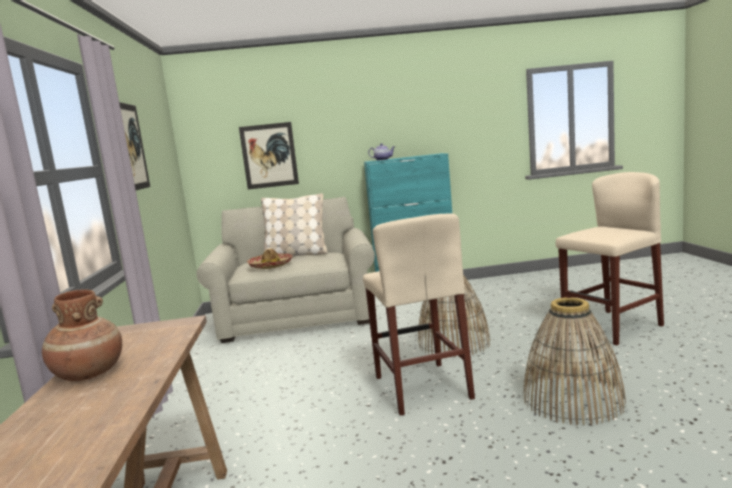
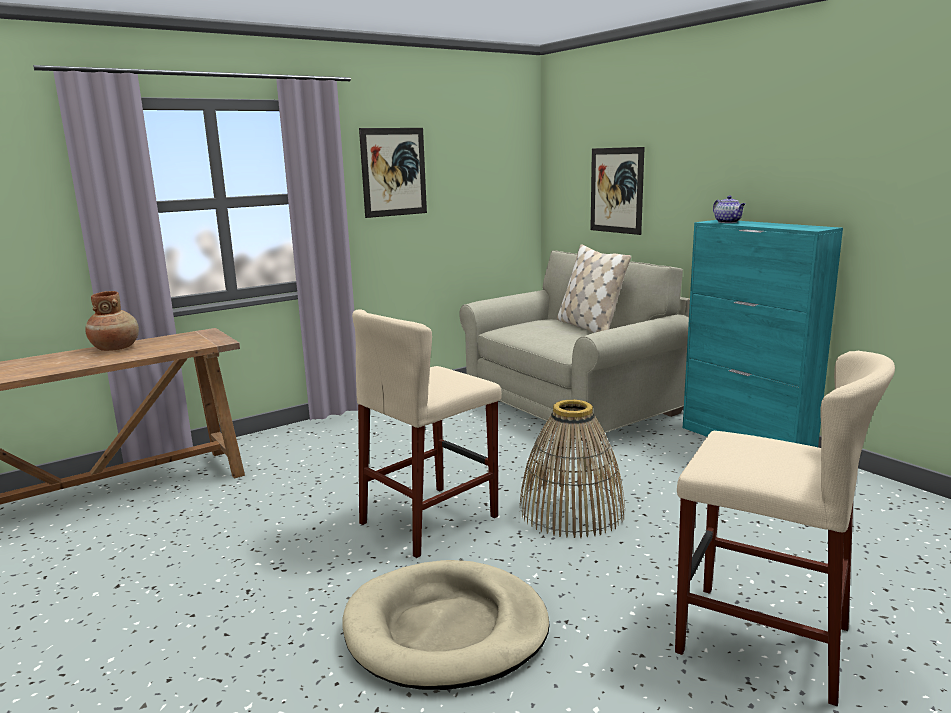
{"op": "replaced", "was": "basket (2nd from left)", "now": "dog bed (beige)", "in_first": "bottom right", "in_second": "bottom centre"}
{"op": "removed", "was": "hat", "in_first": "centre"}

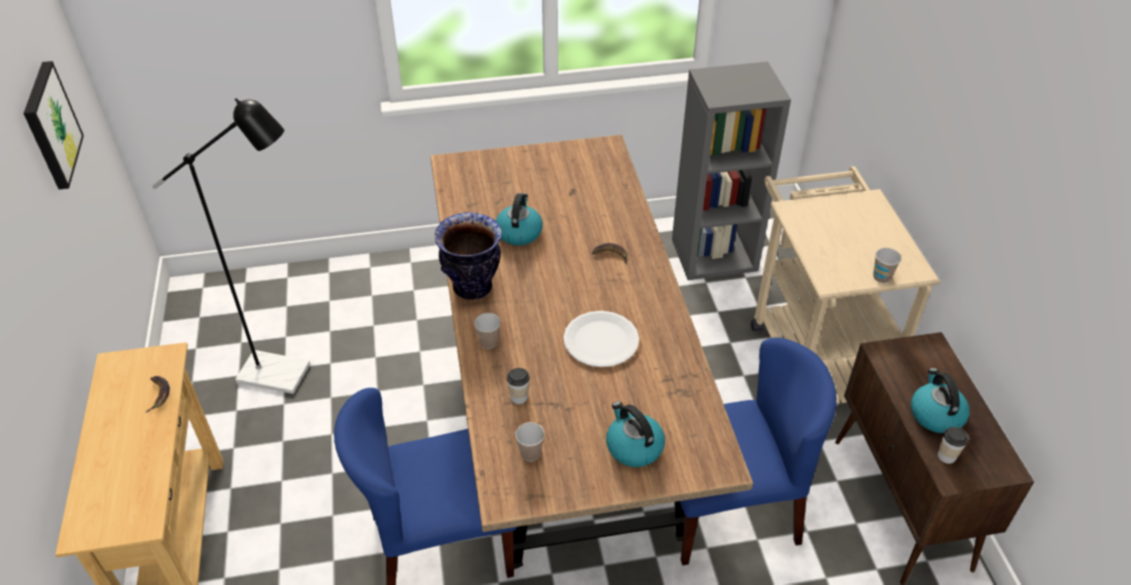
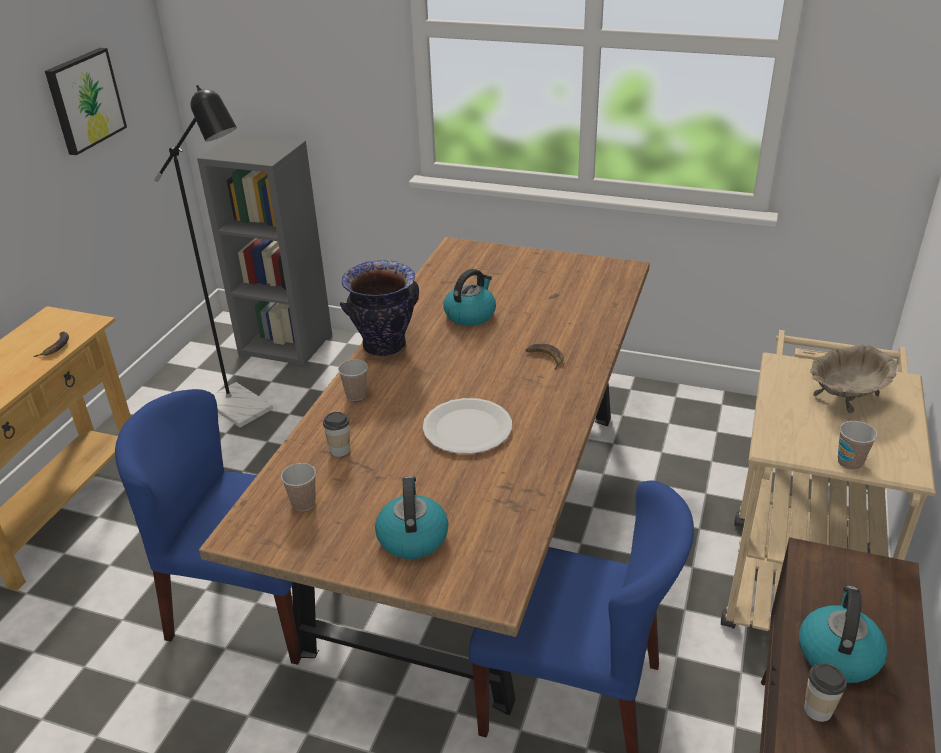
{"op": "moved", "was": "bookcase (grey)", "in_first": "top centre", "in_second": "top left"}
{"op": "added", "now": "bowl (beige)", "in_second": "middle right"}

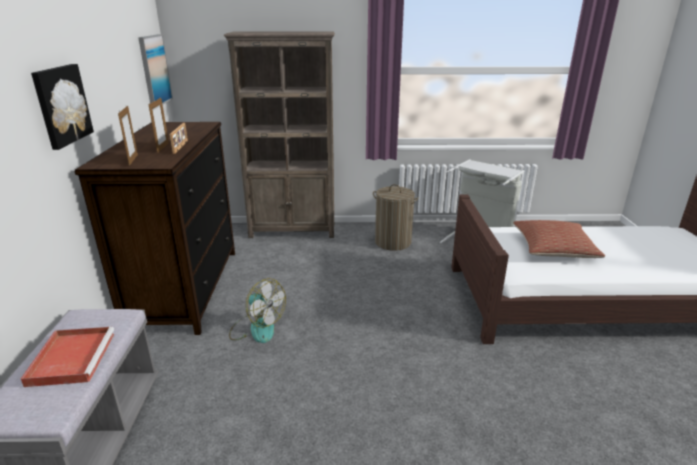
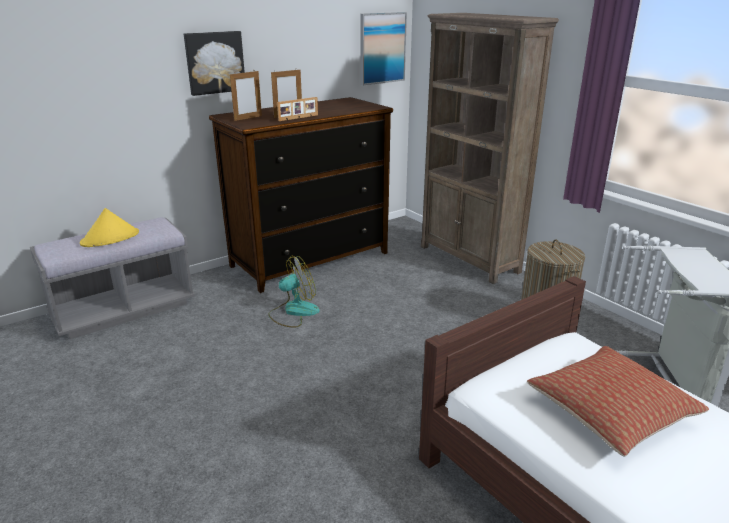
{"op": "replaced", "was": "tray (red)", "now": "hat (yellow)", "in_first": "bottom left", "in_second": "middle left"}
{"op": "turned", "was": "fan", "in_first": "bottom centre", "in_second": "centre", "clockwise": -120}

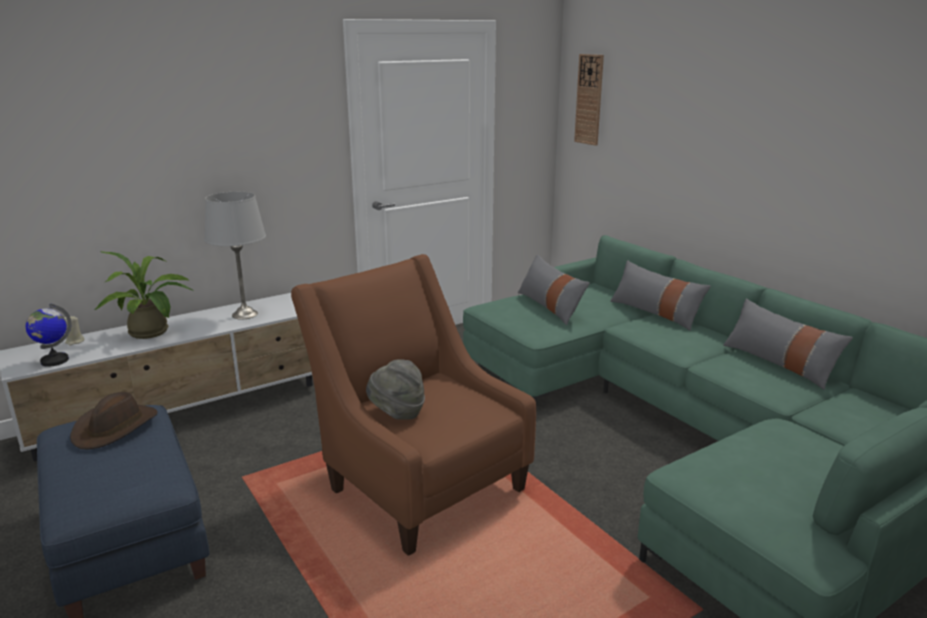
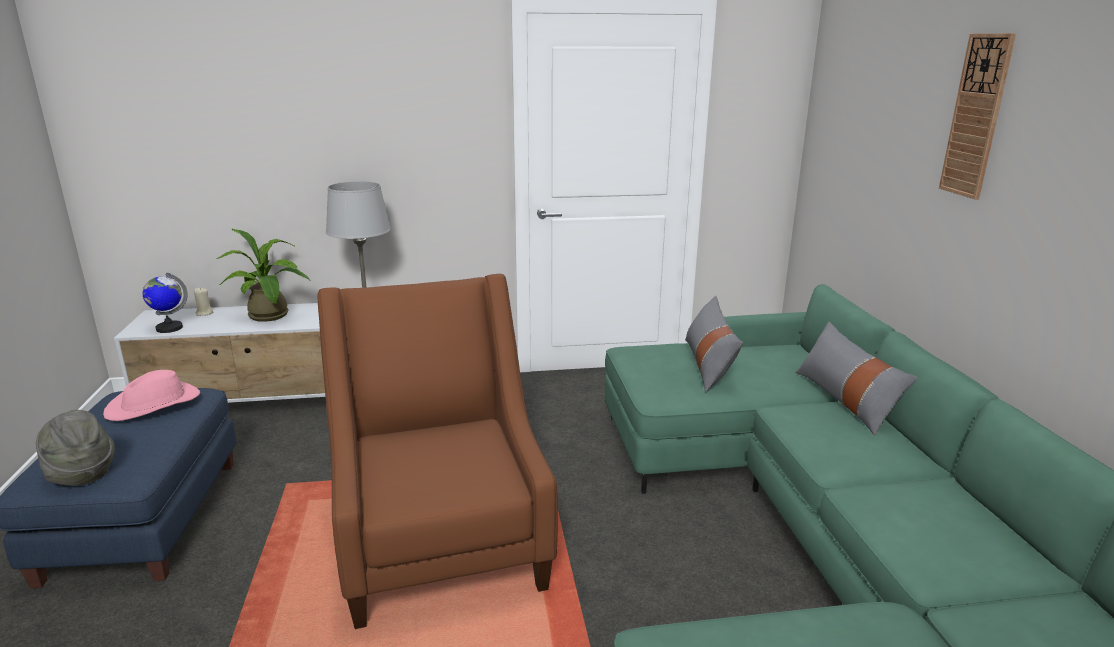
{"op": "moved", "was": "hat (grey)", "in_first": "centre", "in_second": "bottom left"}
{"op": "recoloured", "was": "hat (brown)", "now": "hat (pink)", "in_first": "bottom left", "in_second": "middle left"}
{"op": "moved", "was": "wall clock", "in_first": "top centre", "in_second": "top right"}
{"op": "removed", "was": "pillow (grey) (3rd from left)", "in_first": "middle right"}

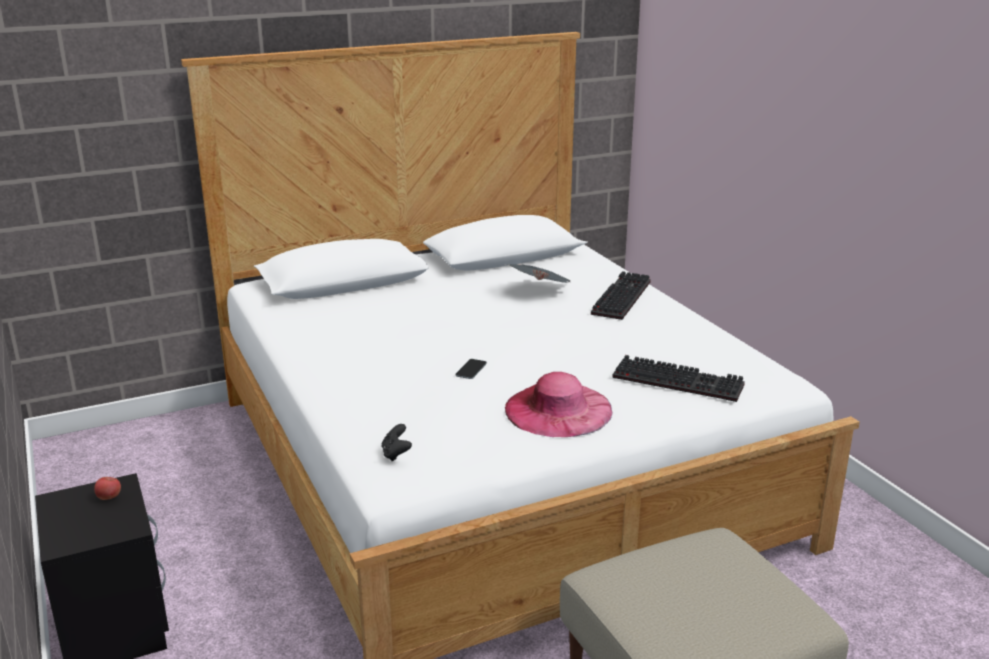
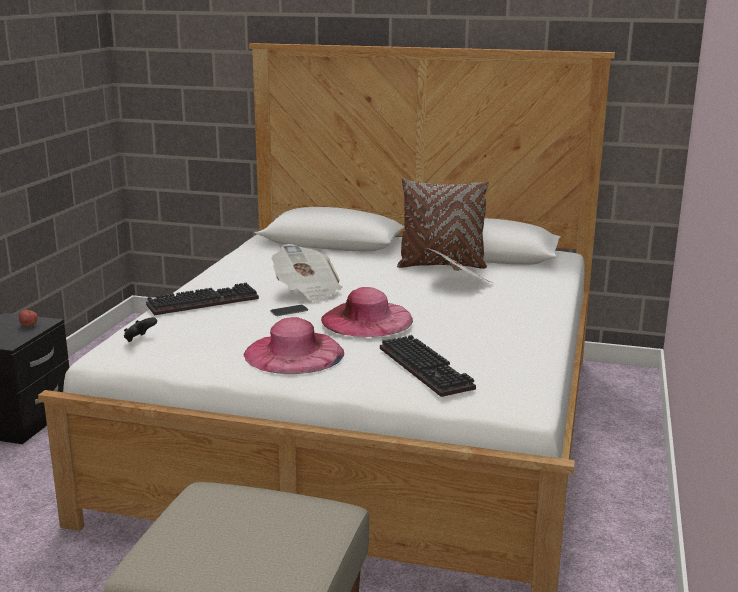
{"op": "moved", "was": "keyboard (1st from left)", "in_first": "centre", "in_second": "middle left"}
{"op": "added", "now": "newspaper (1st from left)", "in_second": "centre"}
{"op": "added", "now": "hat (pink) (2nd from left)", "in_second": "centre"}
{"op": "added", "now": "pillow (brown)", "in_second": "centre"}

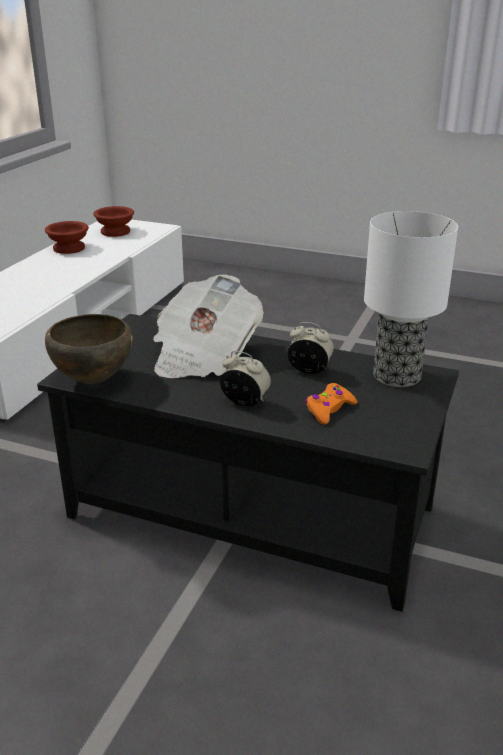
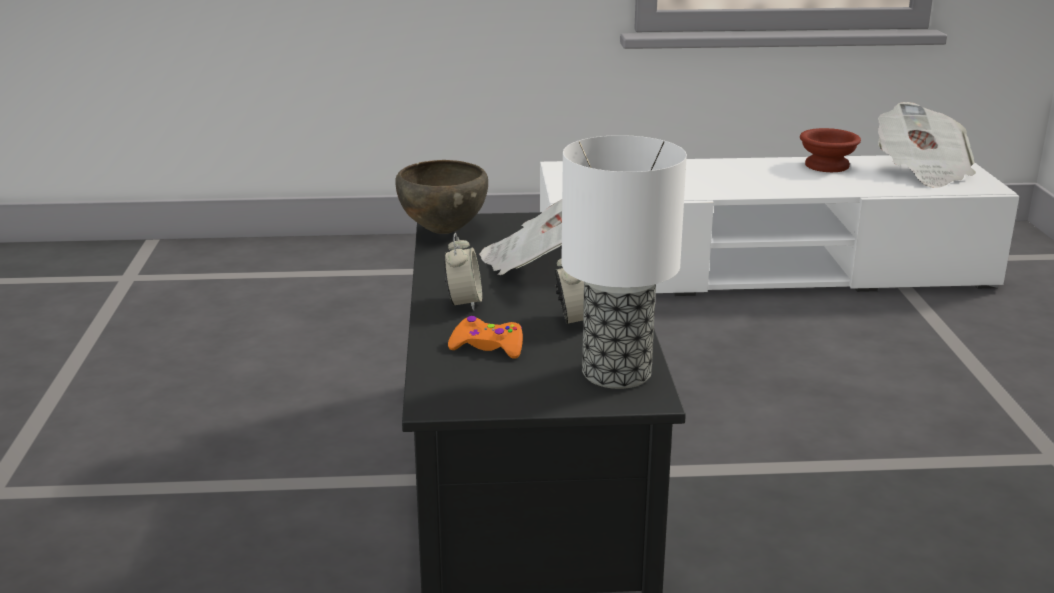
{"op": "replaced", "was": "bowl (brown) (3rd from left)", "now": "newspaper (2nd from left)", "in_first": "top left", "in_second": "top right"}

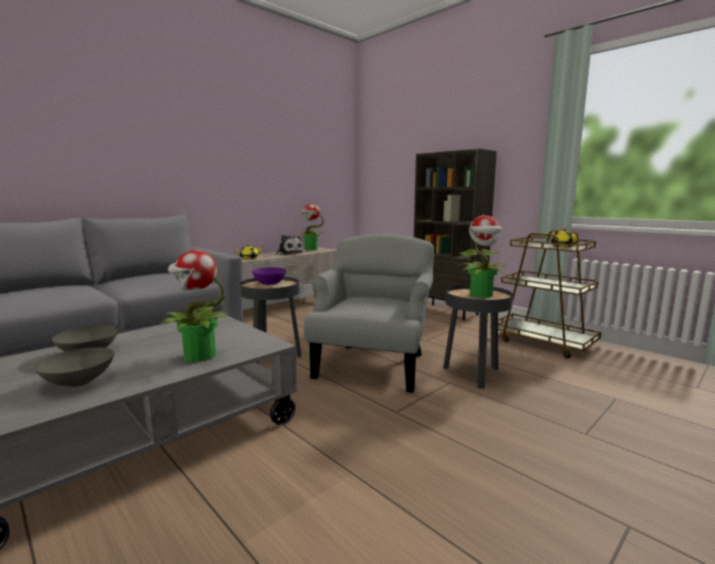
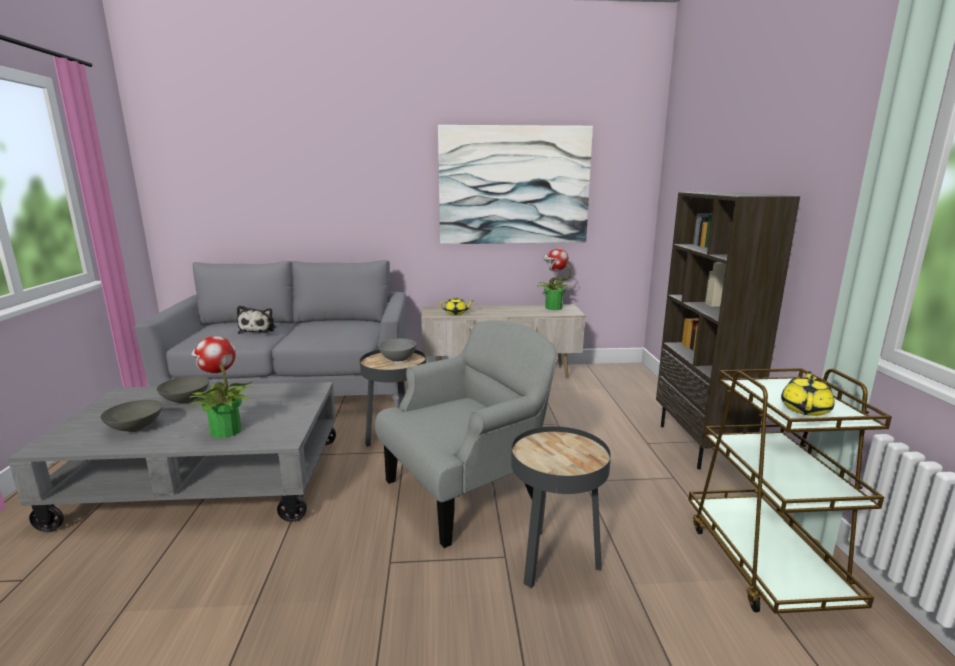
{"op": "moved", "was": "plush toy", "in_first": "centre", "in_second": "middle left"}
{"op": "recoloured", "was": "bowl (purple)", "now": "bowl (grey) (3rd from left)", "in_first": "centre", "in_second": "centre"}
{"op": "added", "now": "picture", "in_second": "top centre"}
{"op": "removed", "was": "potted plant (3rd from left)", "in_first": "middle right"}

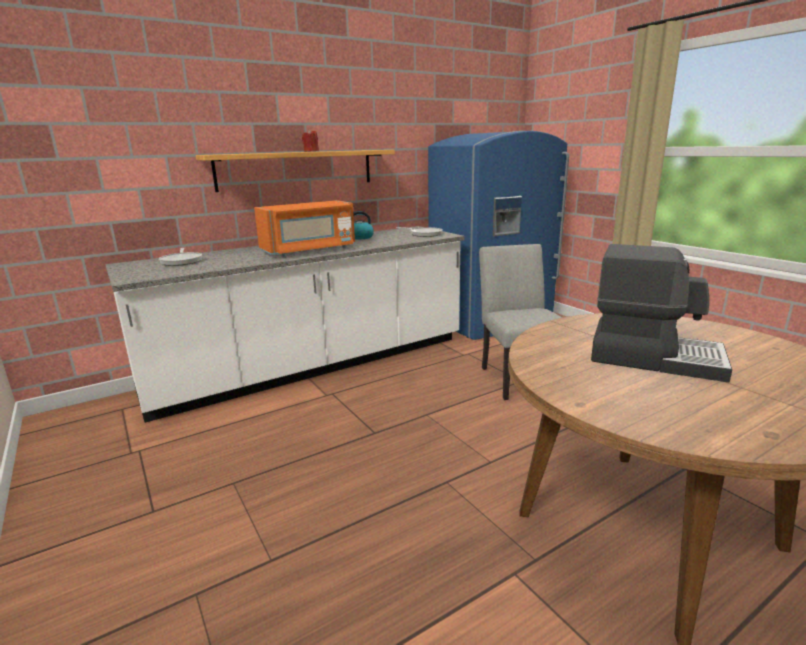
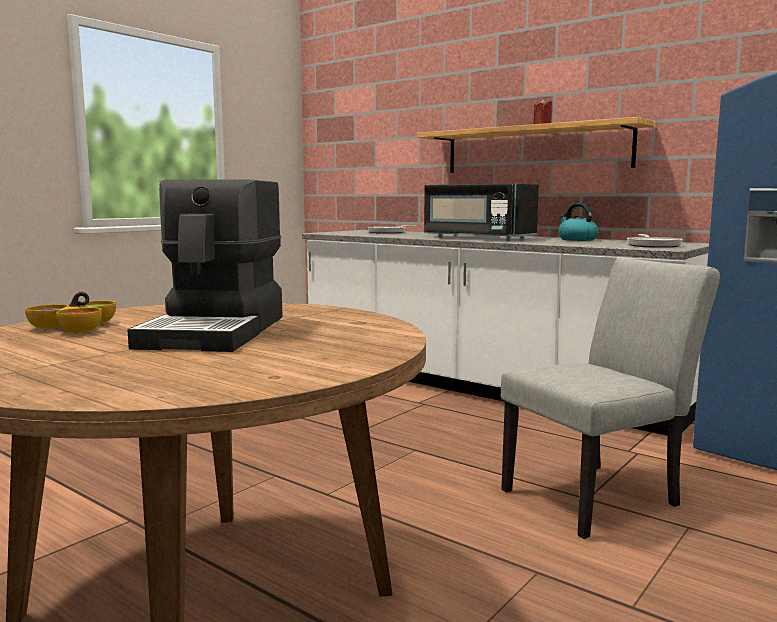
{"op": "added", "now": "bowl", "in_second": "middle left"}
{"op": "recoloured", "was": "microwave (orange)", "now": "microwave (black)", "in_first": "centre", "in_second": "centre"}

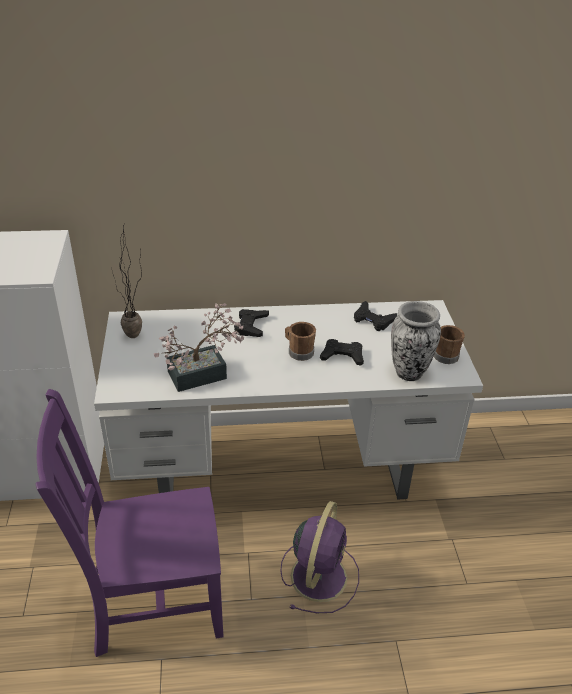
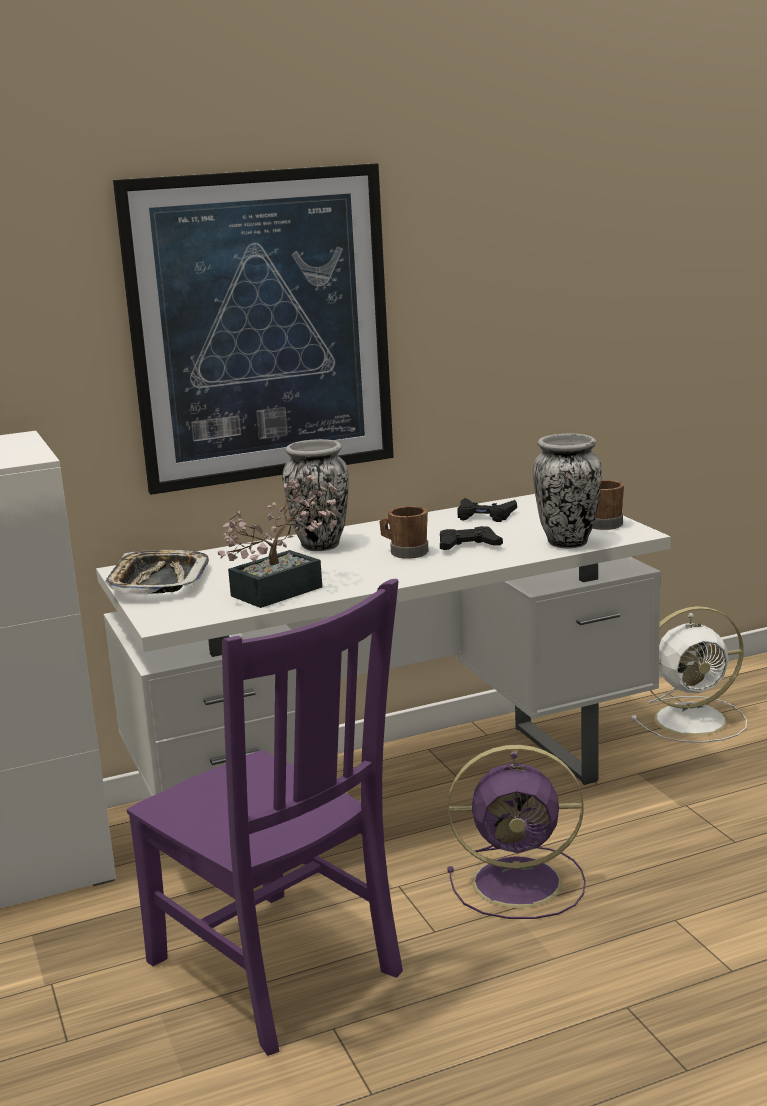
{"op": "replaced", "was": "potted plant (1st from left)", "now": "tray", "in_first": "middle left", "in_second": "middle left"}
{"op": "added", "now": "picture", "in_second": "top left"}
{"op": "turned", "was": "chair (purple)", "in_first": "bottom left", "in_second": "bottom centre", "clockwise": -105}
{"op": "replaced", "was": "game controller (black) (1st from left)", "now": "vase (1st from left)", "in_first": "centre", "in_second": "centre"}
{"op": "turned", "was": "fan (purple)", "in_first": "bottom centre", "in_second": "bottom right", "clockwise": 90}
{"op": "added", "now": "fan (white)", "in_second": "middle right"}

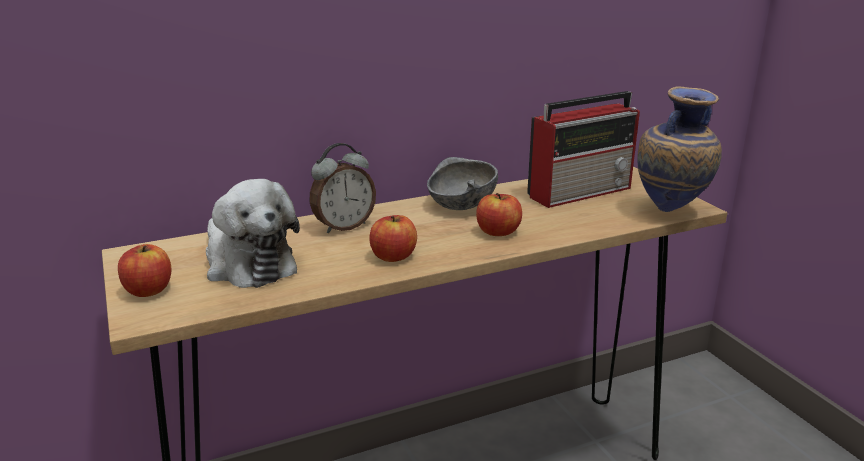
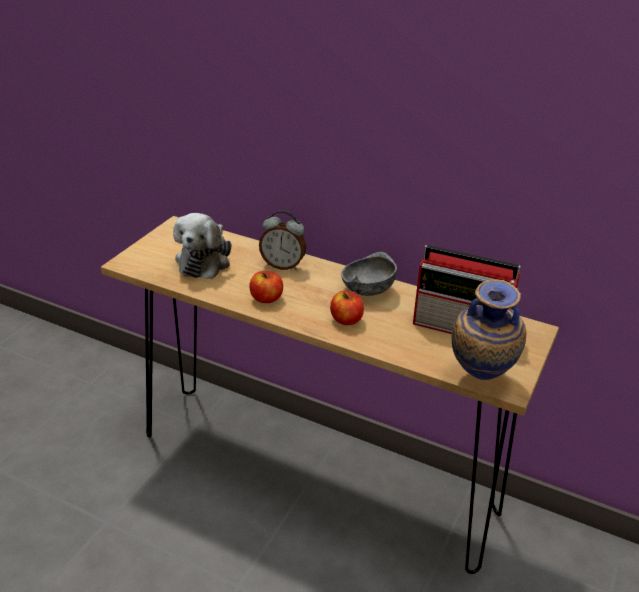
{"op": "removed", "was": "apple (1st from left)", "in_first": "middle left"}

